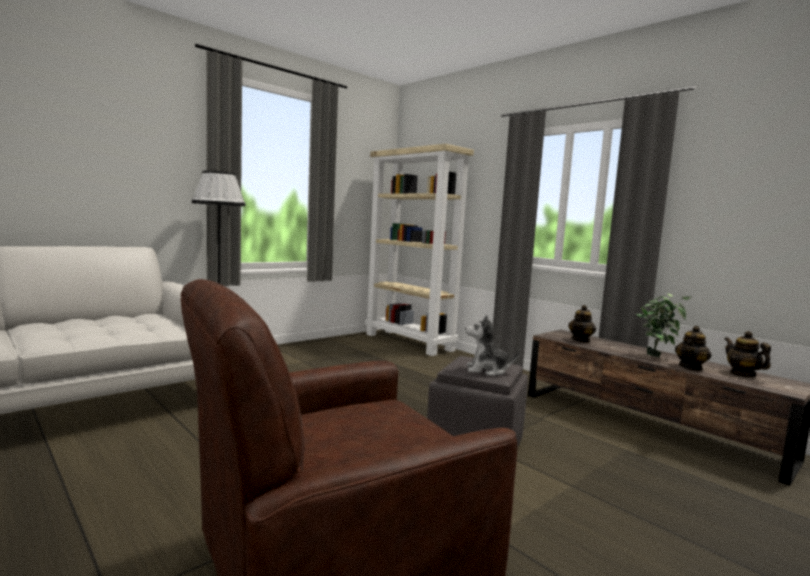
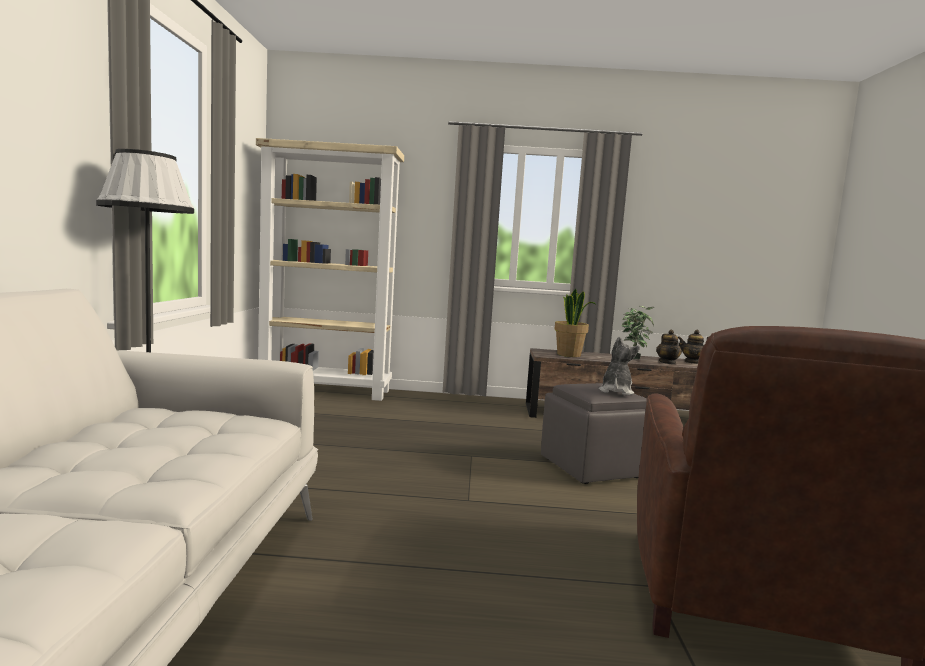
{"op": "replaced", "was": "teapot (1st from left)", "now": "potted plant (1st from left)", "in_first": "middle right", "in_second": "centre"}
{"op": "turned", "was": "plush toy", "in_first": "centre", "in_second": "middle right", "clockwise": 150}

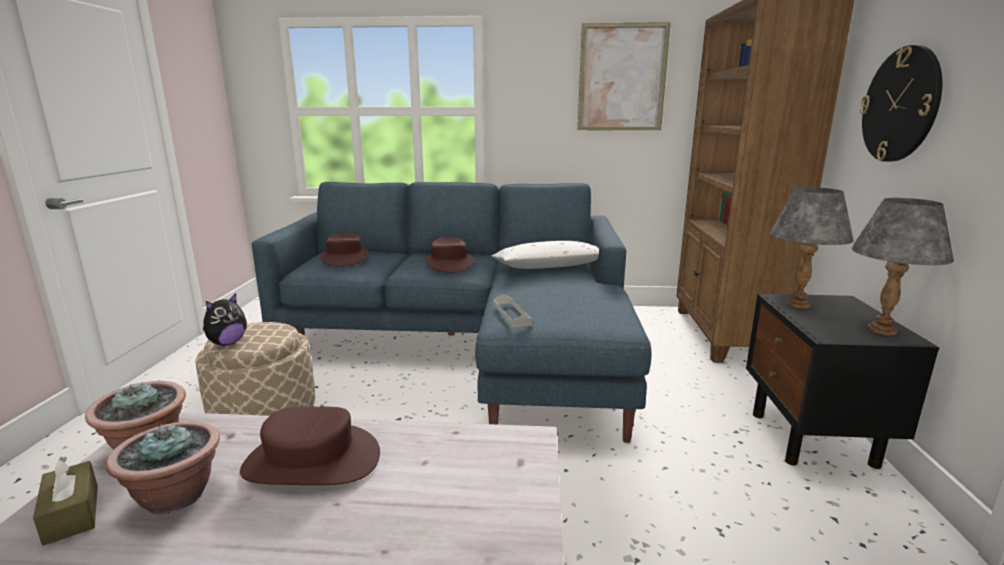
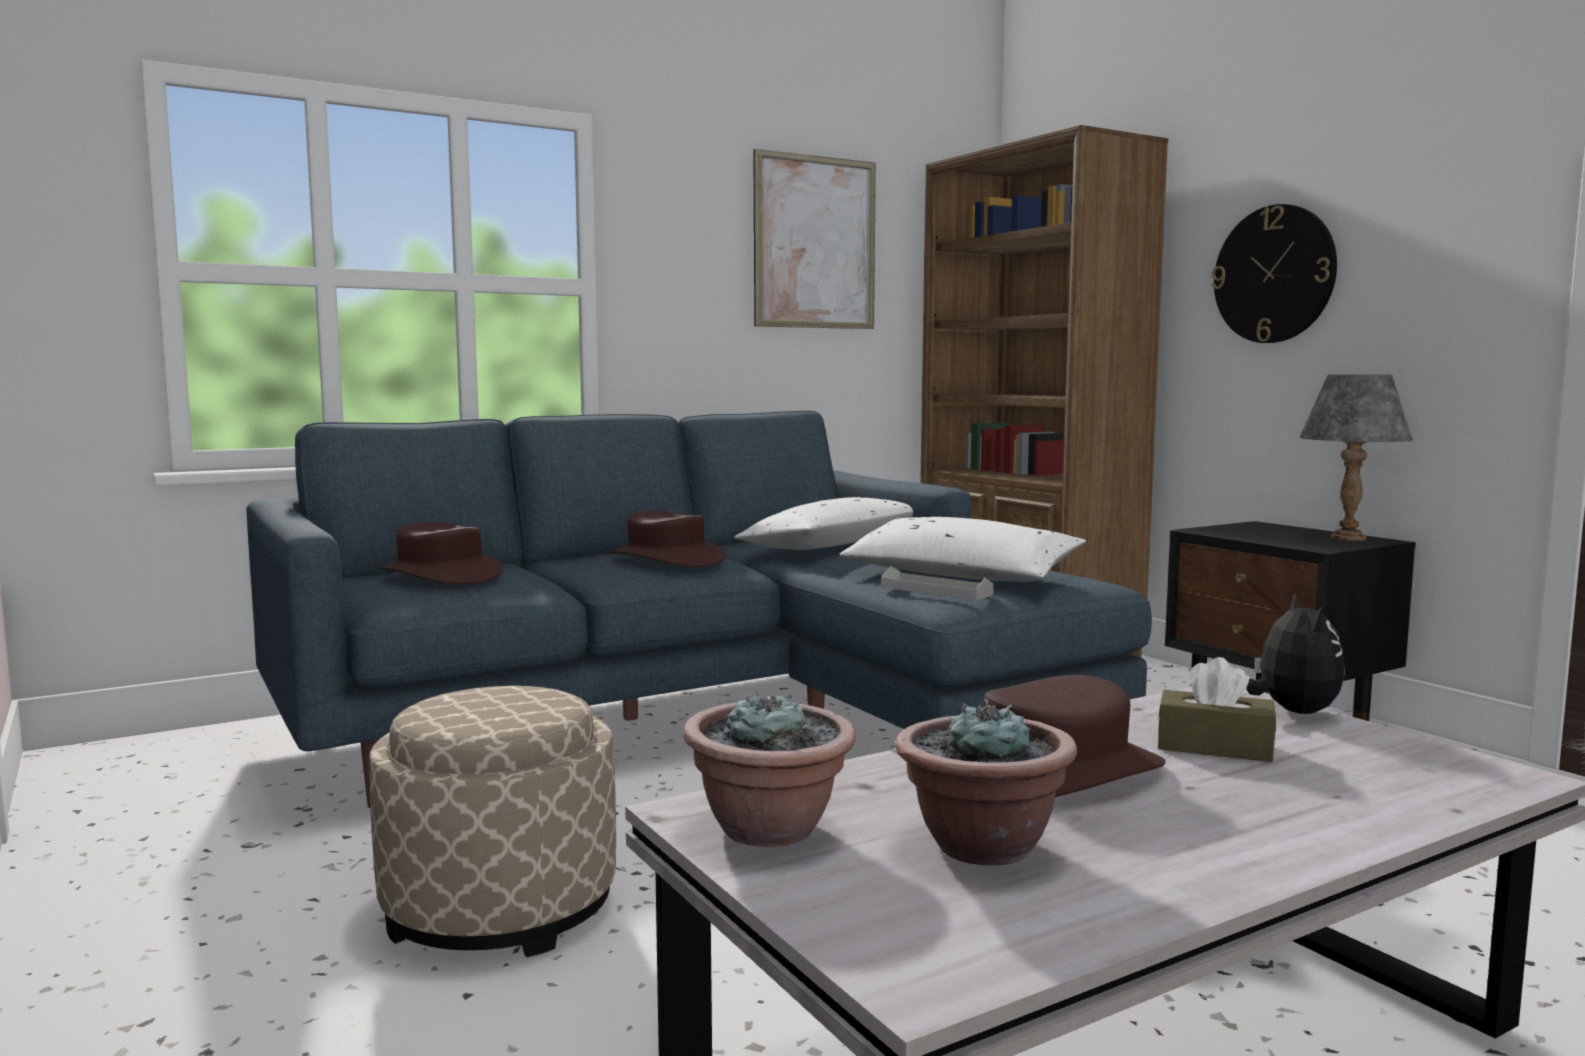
{"op": "added", "now": "pillow (white) (2nd from left)", "in_second": "centre"}
{"op": "moved", "was": "tissue box (brown)", "in_first": "bottom left", "in_second": "bottom right"}
{"op": "moved", "was": "plush toy", "in_first": "middle left", "in_second": "middle right"}
{"op": "removed", "was": "table lamp (grey) (1st from left)", "in_first": "middle right"}

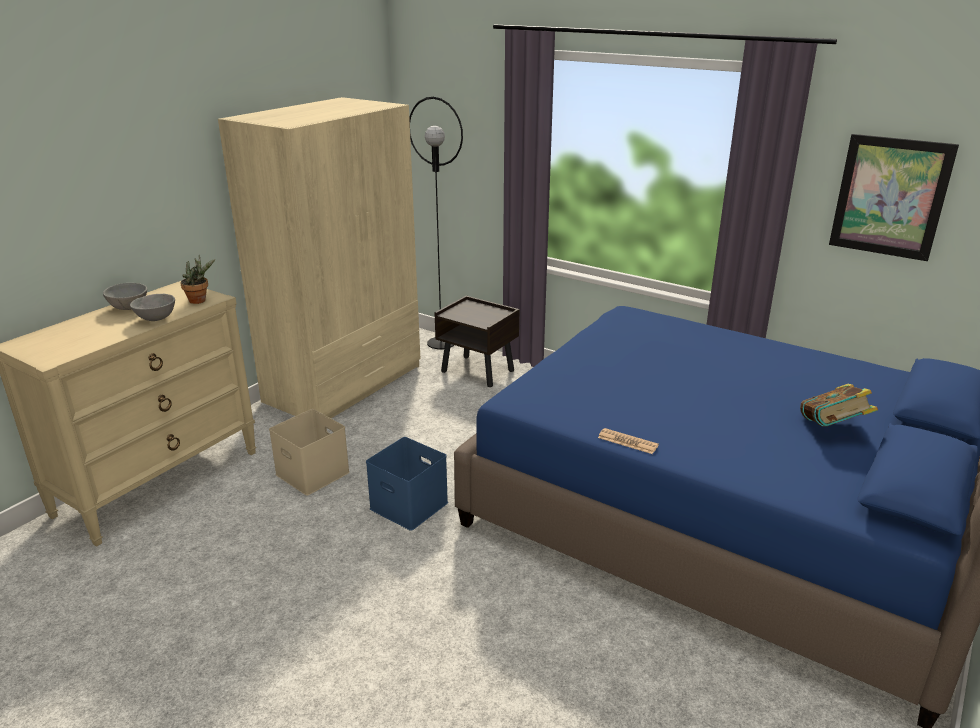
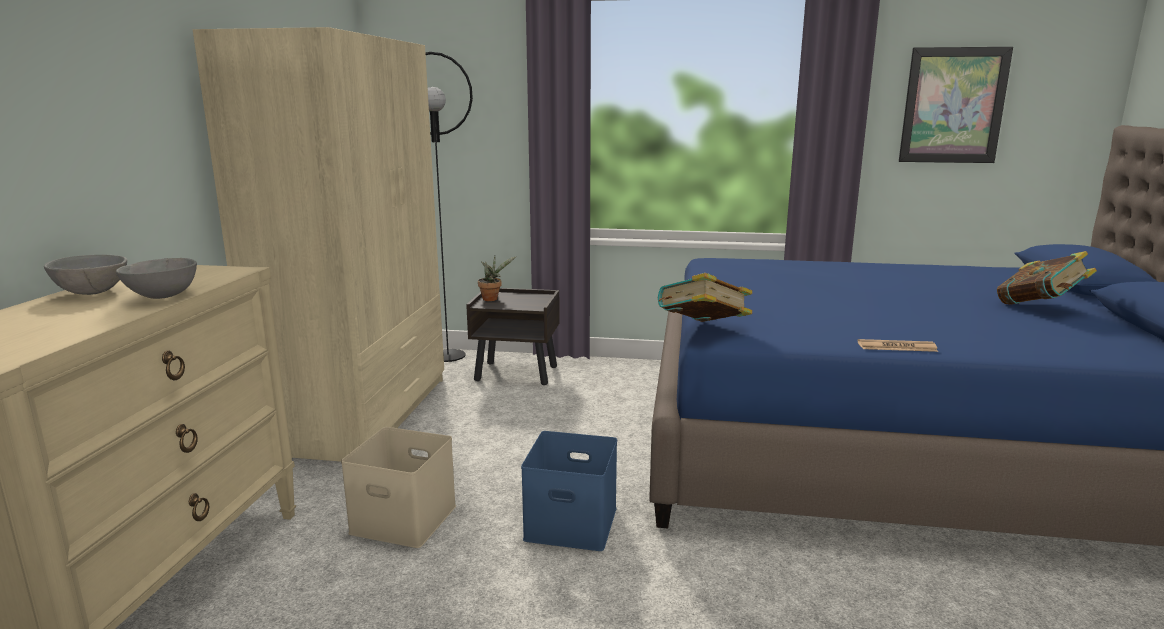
{"op": "moved", "was": "potted plant", "in_first": "middle left", "in_second": "centre"}
{"op": "added", "now": "book (1st from left)", "in_second": "centre"}

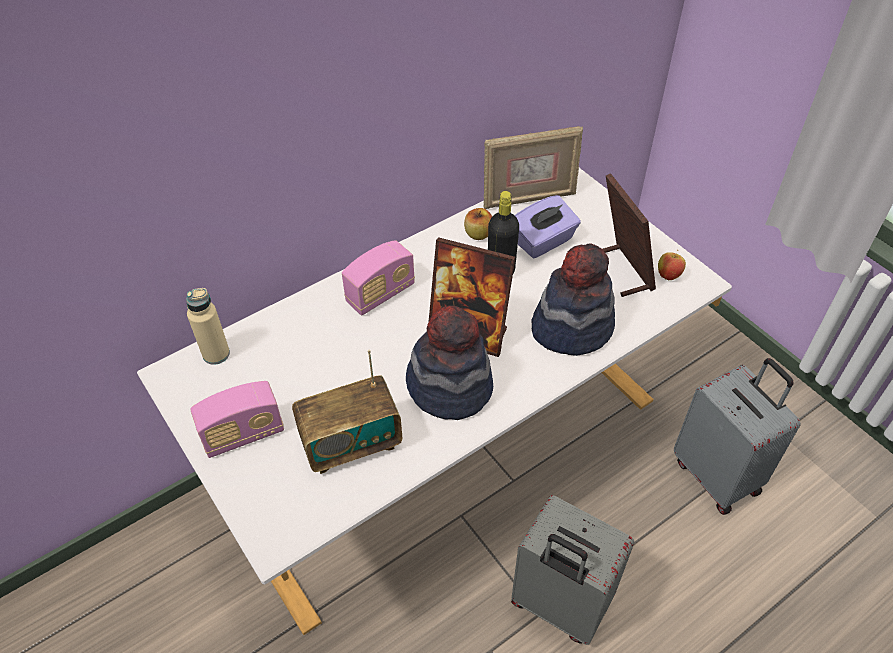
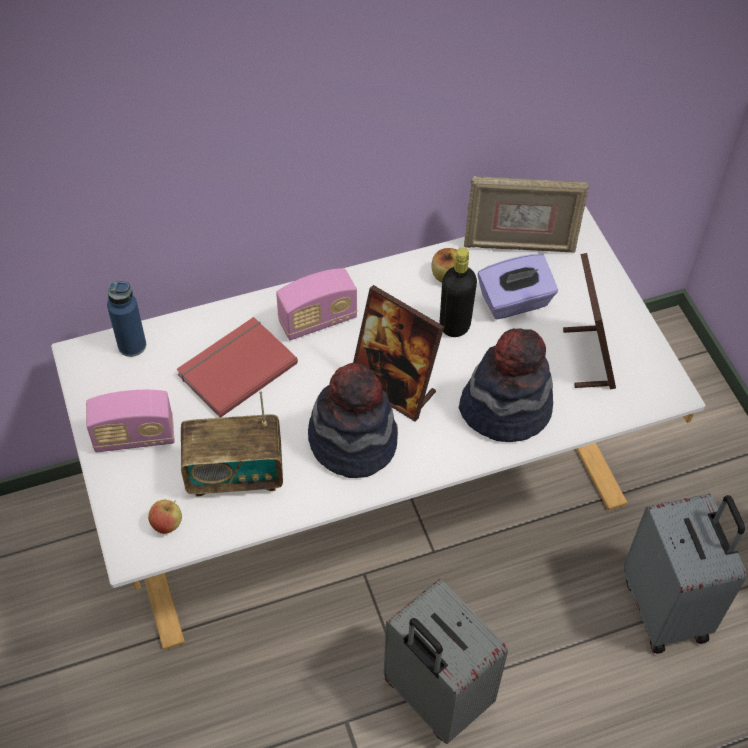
{"op": "recoloured", "was": "bottle (beige)", "now": "bottle (blue)", "in_first": "middle left", "in_second": "middle left"}
{"op": "moved", "was": "apple (2nd from left in the first image)", "now": "apple (1st from left)", "in_first": "middle right", "in_second": "bottom left"}
{"op": "added", "now": "book (red)", "in_second": "middle left"}

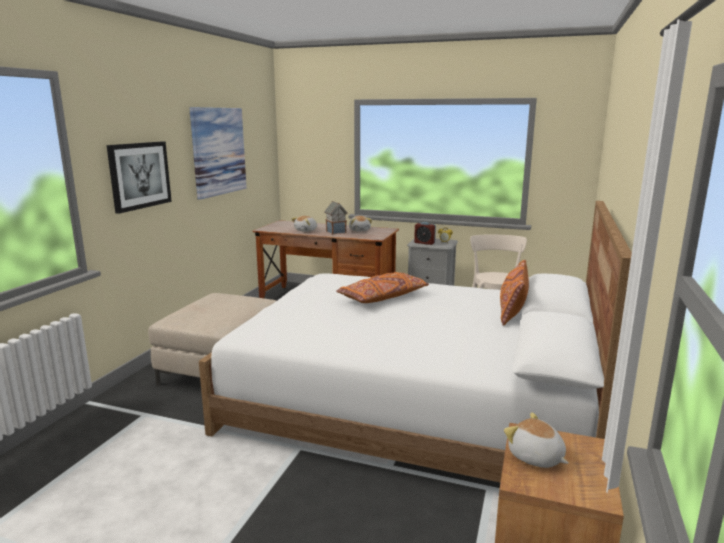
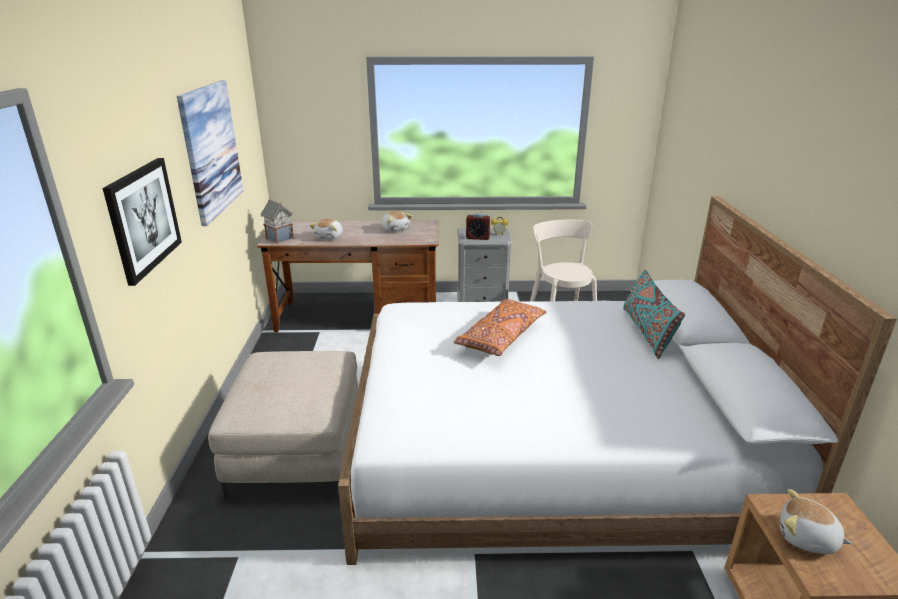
{"op": "moved", "was": "toy house", "in_first": "centre", "in_second": "middle left"}
{"op": "recoloured", "was": "pillow (orange) (2nd from left)", "now": "pillow (turquoise)", "in_first": "middle right", "in_second": "middle right"}

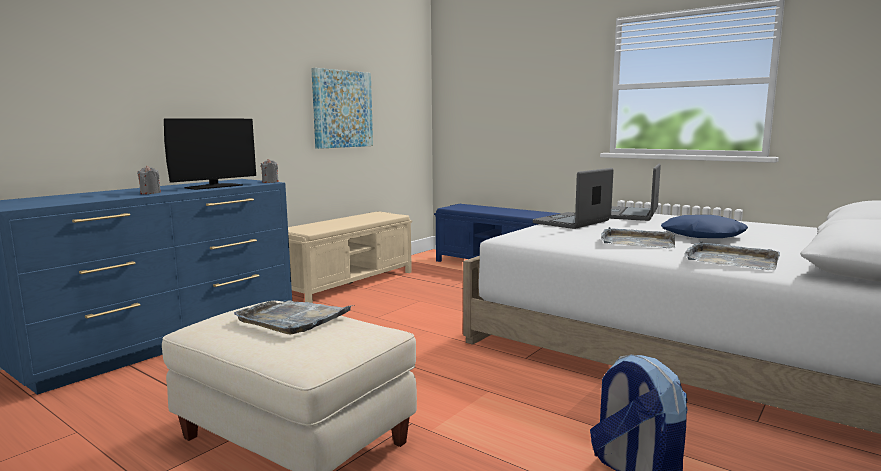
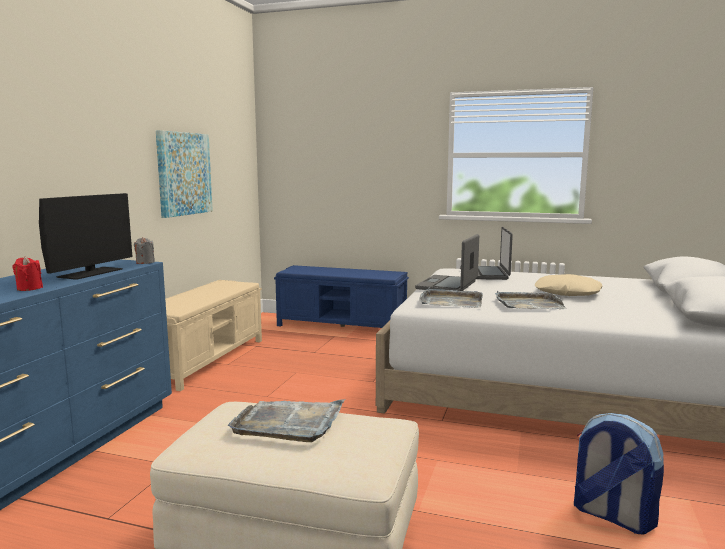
{"op": "recoloured", "was": "candle (grey) (1st from left)", "now": "candle (red)", "in_first": "middle left", "in_second": "middle left"}
{"op": "moved", "was": "tray (grey) (3rd from left in the first image)", "now": "tray (grey) (2nd from left)", "in_first": "middle right", "in_second": "centre"}
{"op": "recoloured", "was": "pillow (blue)", "now": "pillow (beige)", "in_first": "middle right", "in_second": "middle right"}

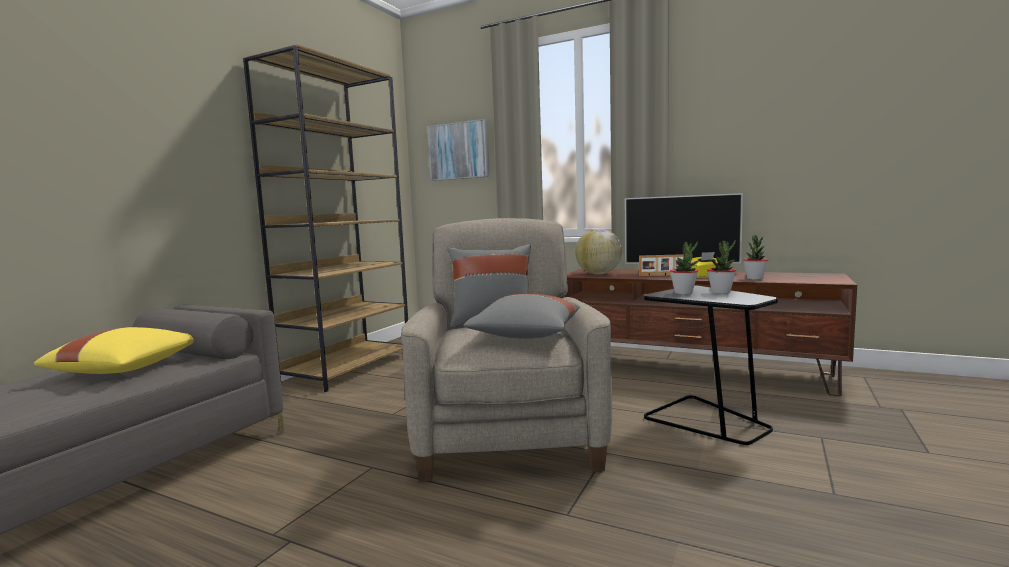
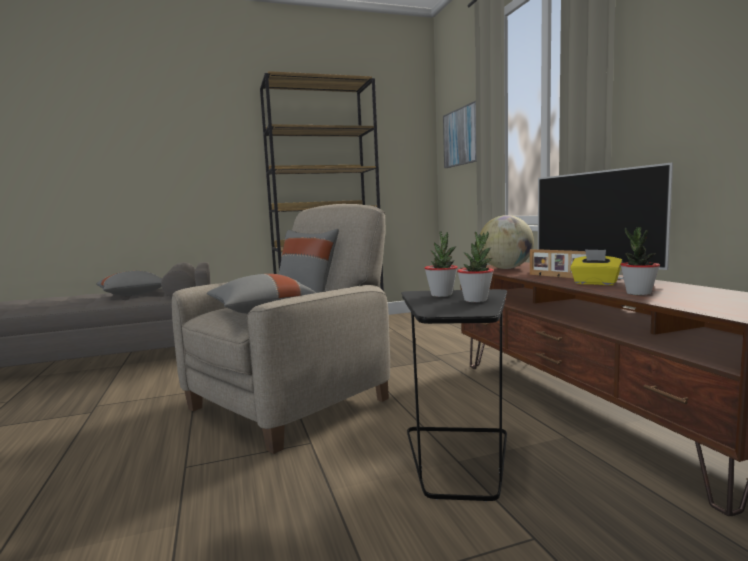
{"op": "recoloured", "was": "pillow (yellow)", "now": "pillow (grey) (1st from left)", "in_first": "middle left", "in_second": "middle left"}

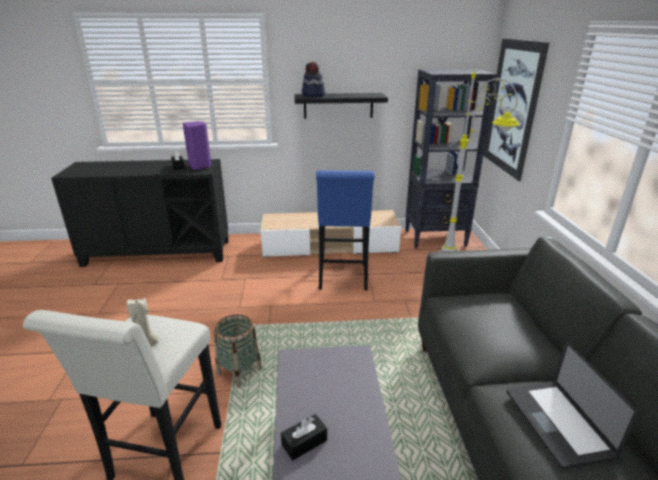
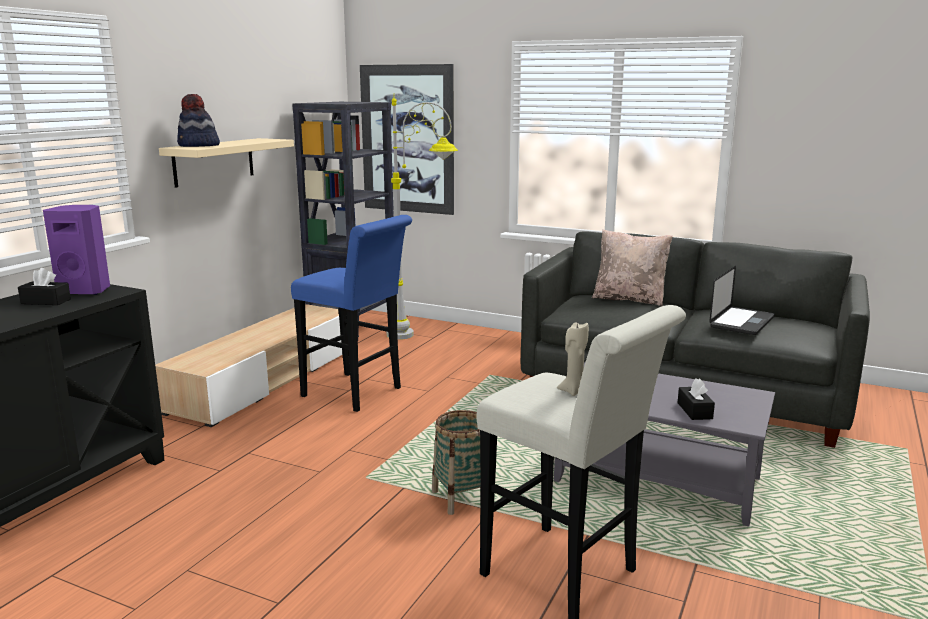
{"op": "recoloured", "was": "shelf (black)", "now": "shelf (beige)", "in_first": "top centre", "in_second": "top left"}
{"op": "added", "now": "pillow (beige)", "in_second": "middle right"}
{"op": "turned", "was": "laptop", "in_first": "bottom right", "in_second": "middle right", "clockwise": -75}

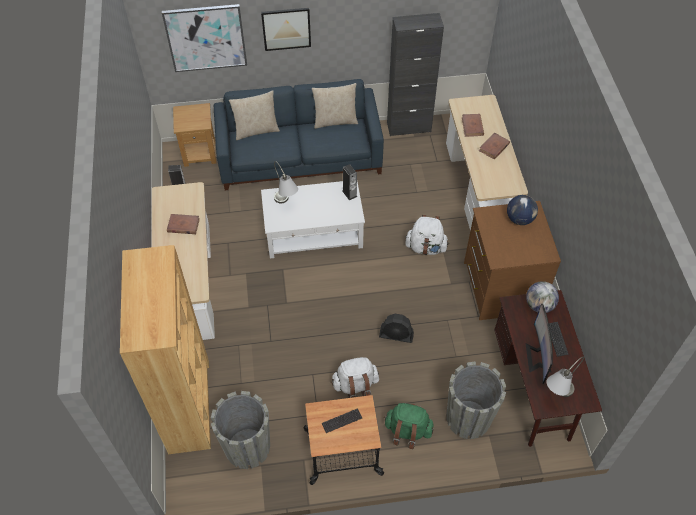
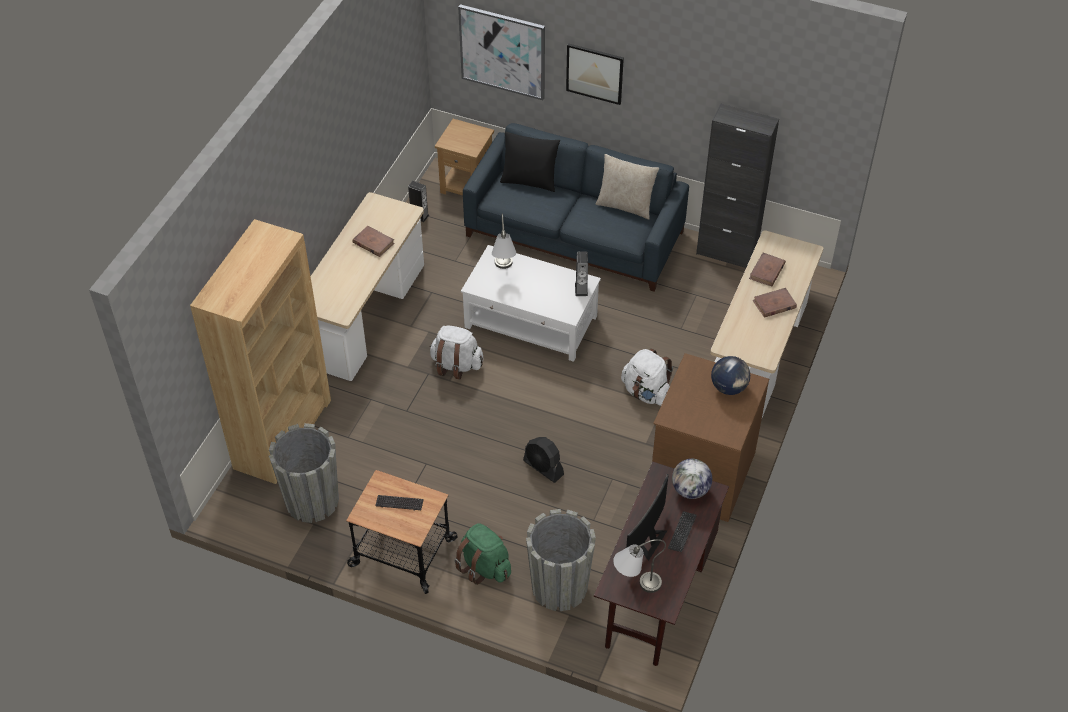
{"op": "moved", "was": "backpack (white) (1st from left)", "in_first": "bottom centre", "in_second": "centre"}
{"op": "recoloured", "was": "pillow (beige) (1st from left)", "now": "pillow (black)", "in_first": "top centre", "in_second": "top centre"}

